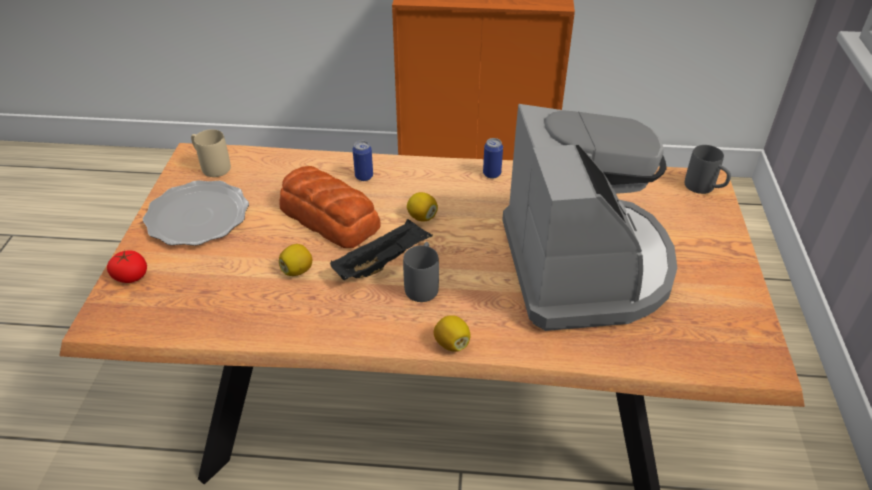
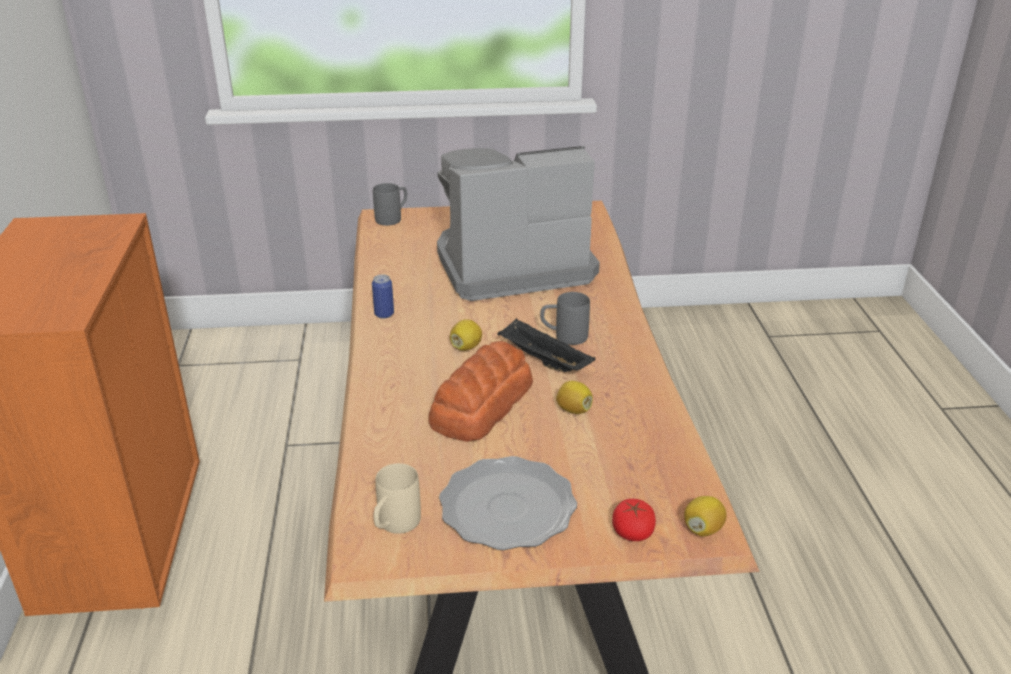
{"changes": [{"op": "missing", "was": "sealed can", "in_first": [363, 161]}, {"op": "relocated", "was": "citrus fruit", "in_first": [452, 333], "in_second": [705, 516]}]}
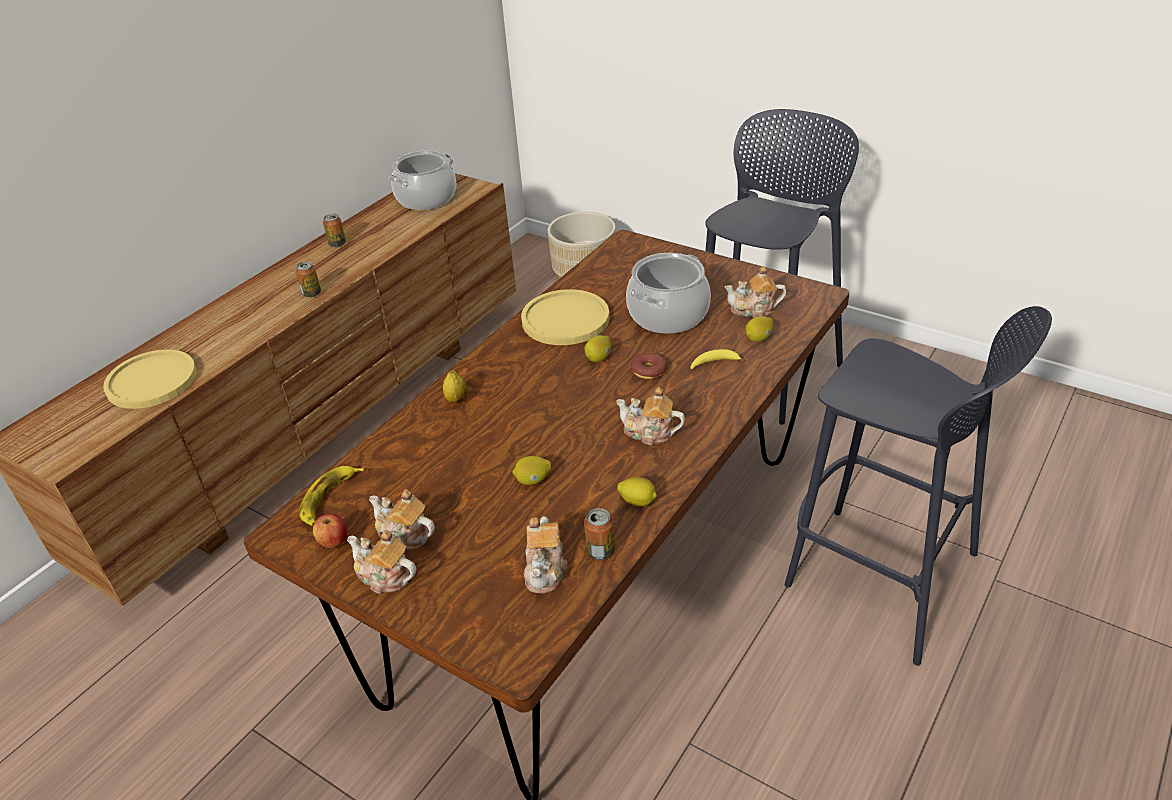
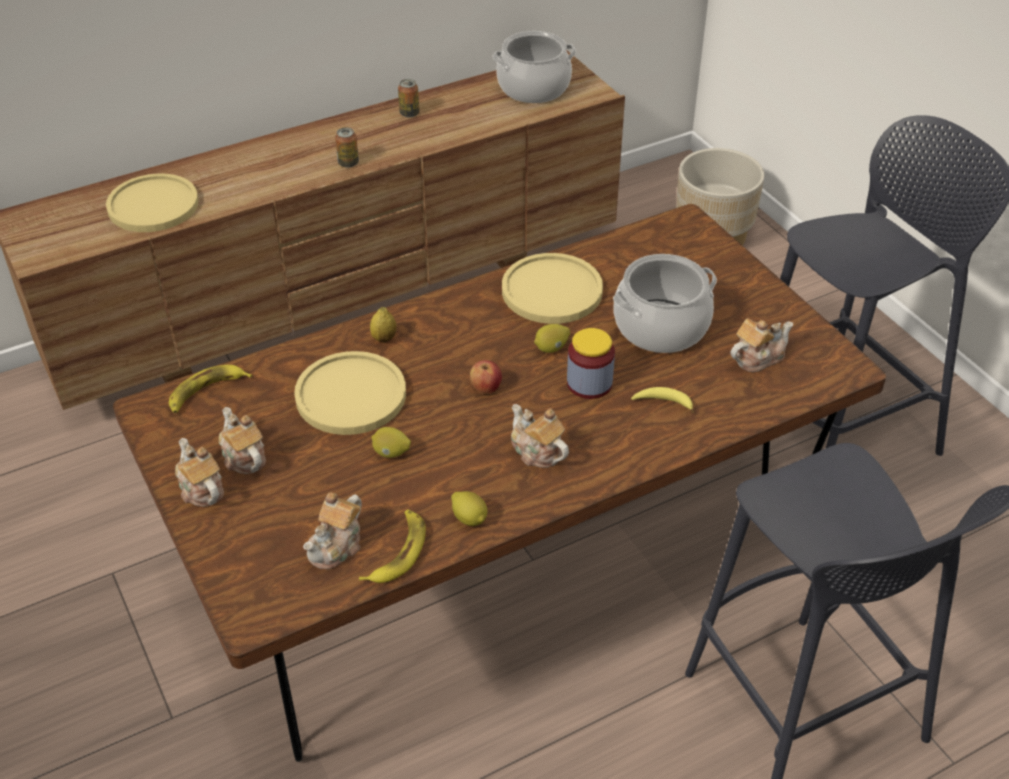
{"changes": [{"op": "relocated", "was": "apple fruit", "in_first": [330, 530], "in_second": [486, 376]}, {"op": "exchanged", "was": "sealed can", "now": "whole banana", "in_first": [599, 534], "in_second": [392, 546]}, {"op": "exchanged", "was": "doughnut", "now": "preserve jar", "in_first": [649, 366], "in_second": [591, 363]}, {"op": "spun", "was": "tea pot", "in_first": [755, 292], "in_second": [761, 345], "clockwise": 120}, {"op": "missing", "was": "citrus fruit", "in_first": [759, 329]}, {"op": "appeared", "now": "flat dish/yellowish", "in_second": [350, 393]}]}
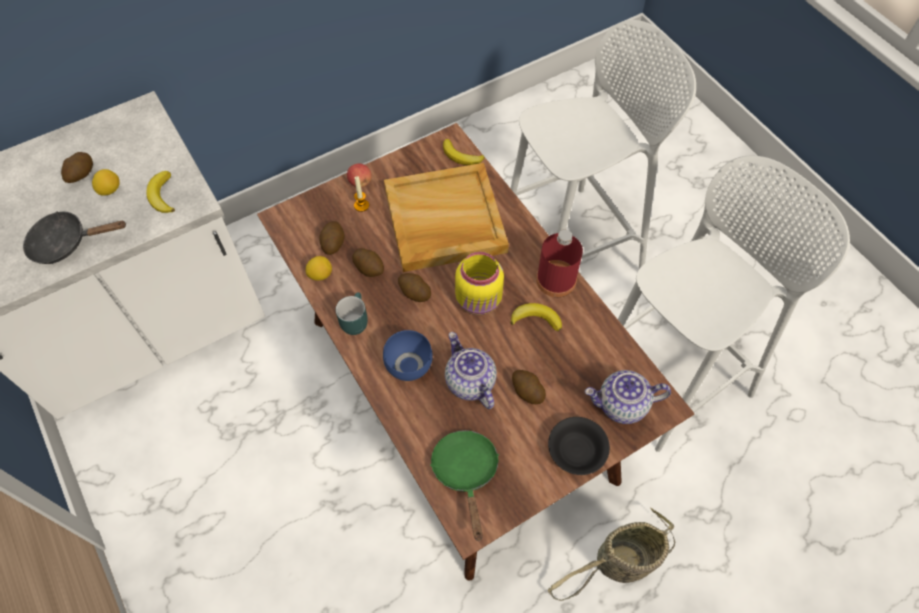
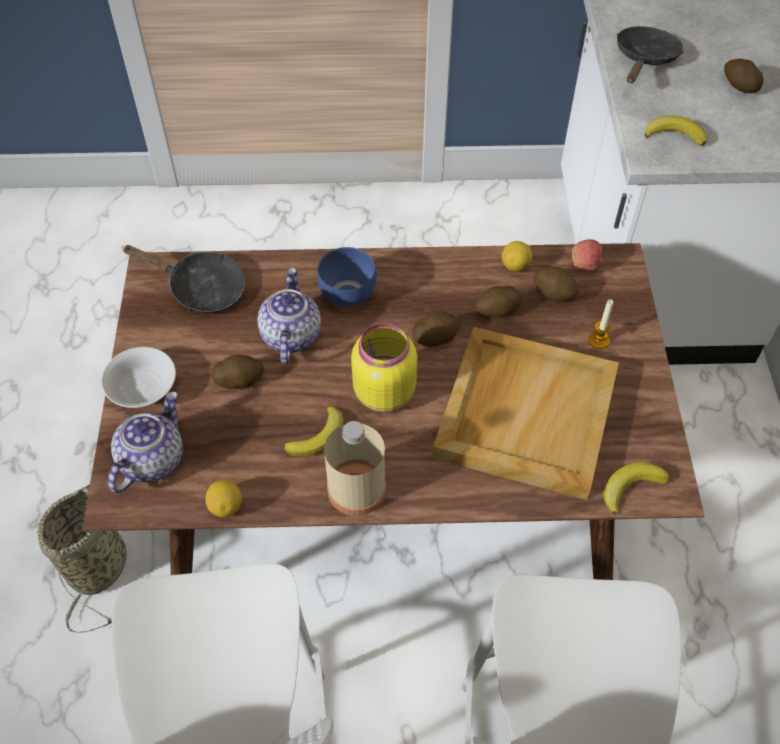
{"changes": [{"op": "relocated", "was": "citrus fruit", "in_first": [106, 182], "in_second": [223, 498]}, {"op": "missing", "was": "coffee mug/turquoise", "in_first": [352, 313]}, {"op": "relocated", "was": "apple fruit", "in_first": [359, 175], "in_second": [587, 255]}, {"op": "colour", "was": "frying pan/greenish", "now": "frying pan/black-coloured", "in_first": [464, 485], "in_second": [183, 279]}, {"op": "spun", "was": "tea pot", "in_first": [471, 370], "in_second": [289, 316], "clockwise": -90}, {"op": "colour", "was": "beverage bottle/red-coloured", "now": "beverage bottle/beige", "in_first": [559, 263], "in_second": [355, 468]}, {"op": "colour", "was": "serving bowl/black-coloured", "now": "serving bowl/whitish", "in_first": [579, 446], "in_second": [138, 377]}]}
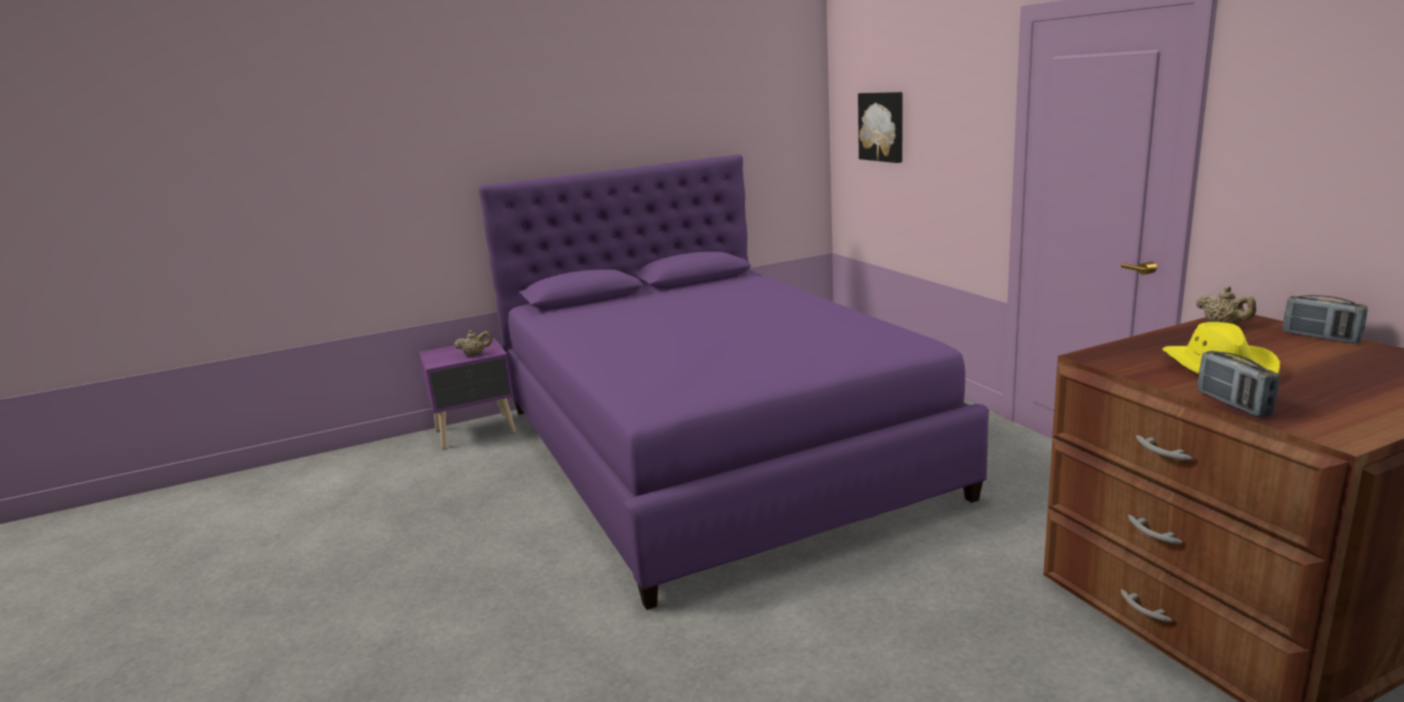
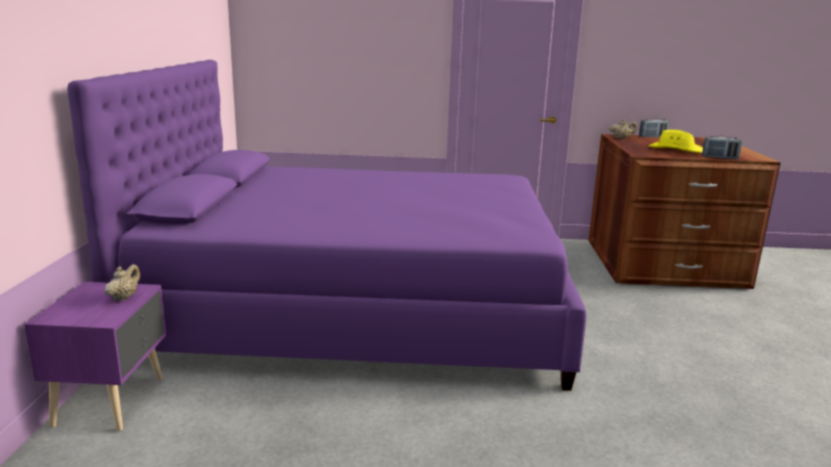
{"changes": [{"op": "missing", "was": "wall art", "in_first": [880, 127]}]}
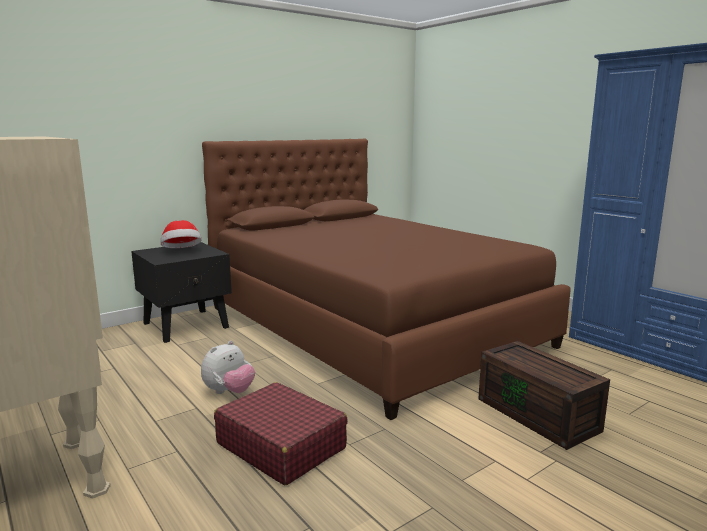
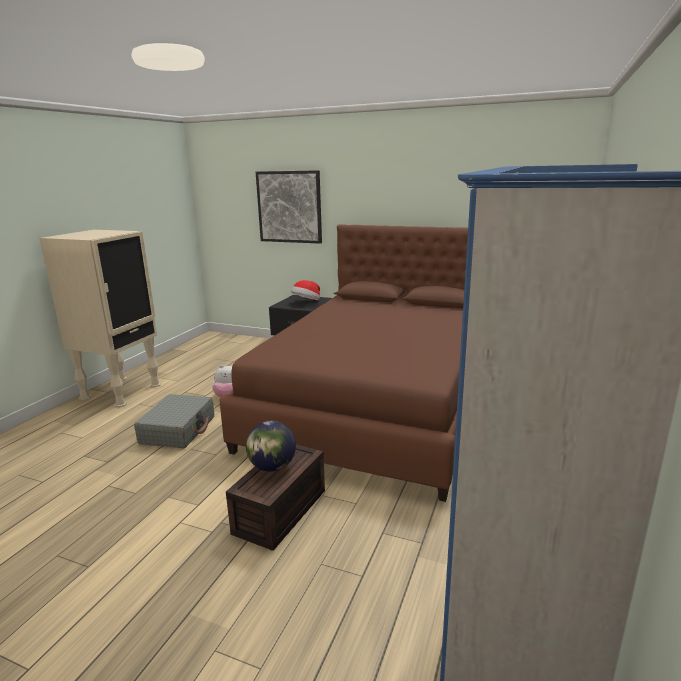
{"changes": [{"op": "colour", "was": "piece of luggage/red-coloured", "now": "piece of luggage/gray", "in_first": [281, 433], "in_second": [174, 421]}, {"op": "appeared", "now": "desk globe", "in_second": [271, 446]}, {"op": "appeared", "now": "wall art", "in_second": [289, 207]}]}
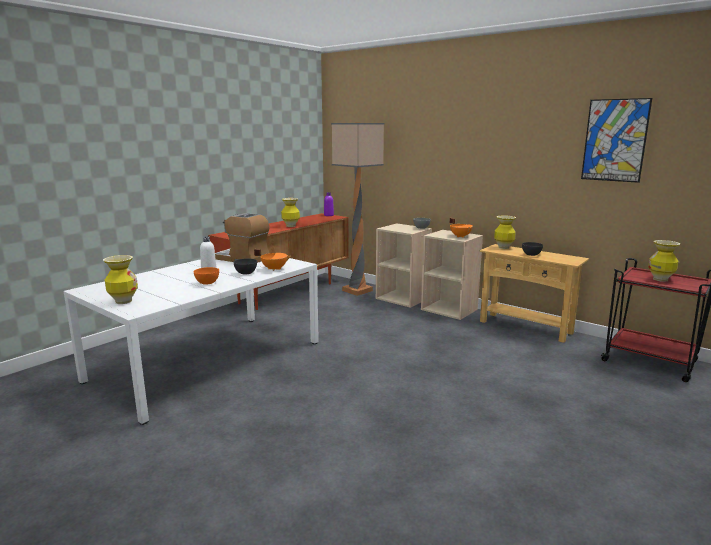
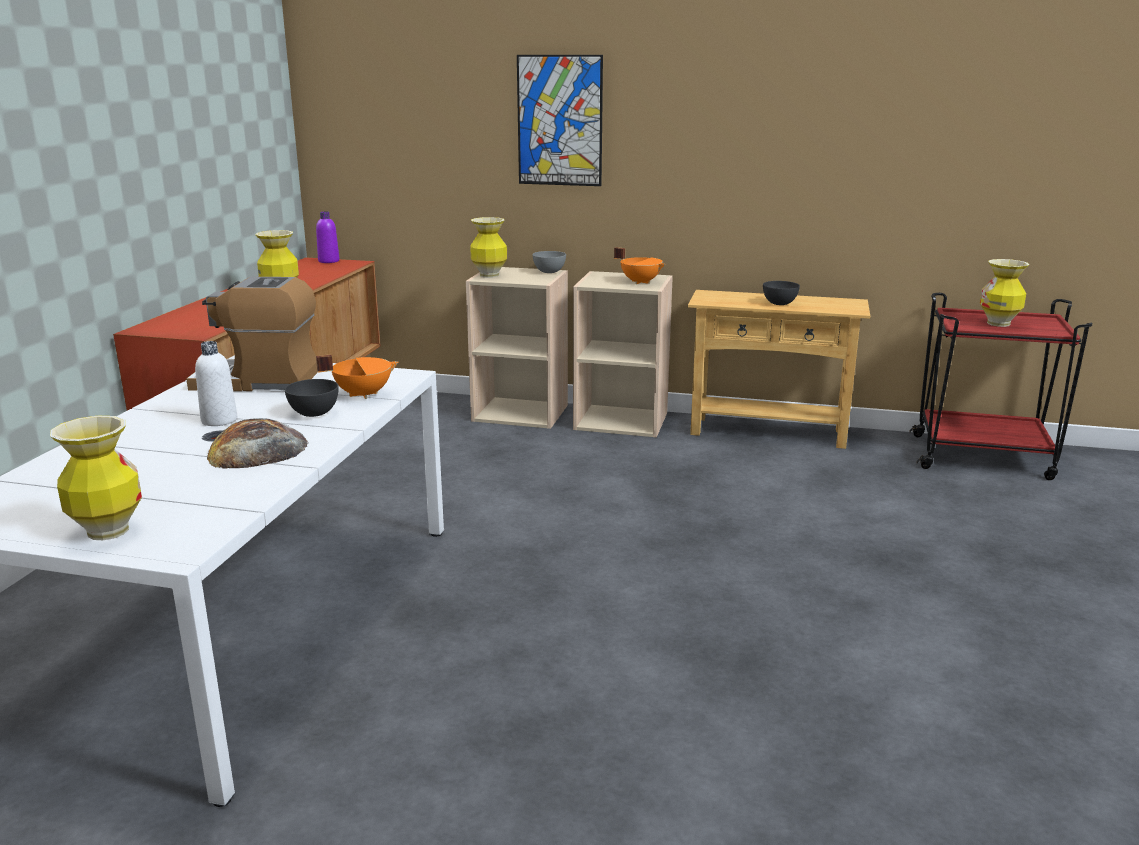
{"changes": [{"op": "exchanged", "was": "serving bowl/orangey", "now": "baked bread", "in_first": [206, 276], "in_second": [258, 443]}, {"op": "missing", "was": "floor lamp", "in_first": [357, 209]}, {"op": "relocated", "was": "flower vase", "in_first": [505, 232], "in_second": [488, 247]}, {"op": "relocated", "was": "wall art", "in_first": [616, 140], "in_second": [560, 120]}]}
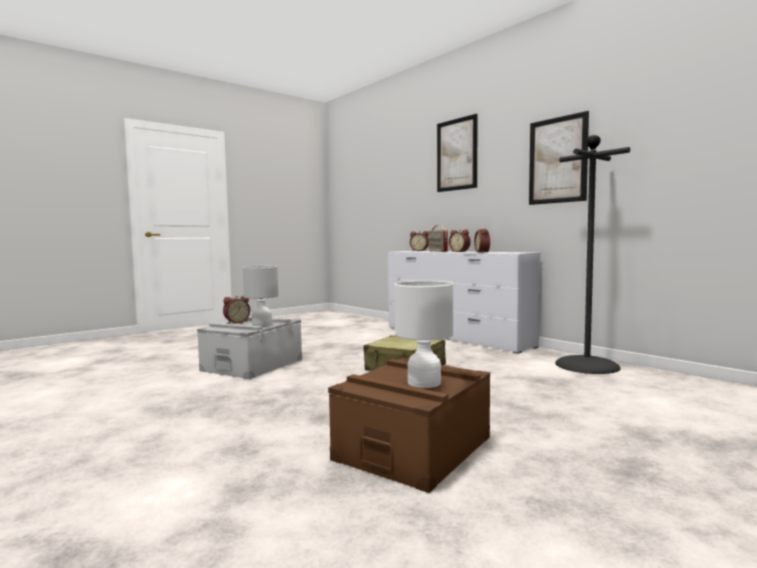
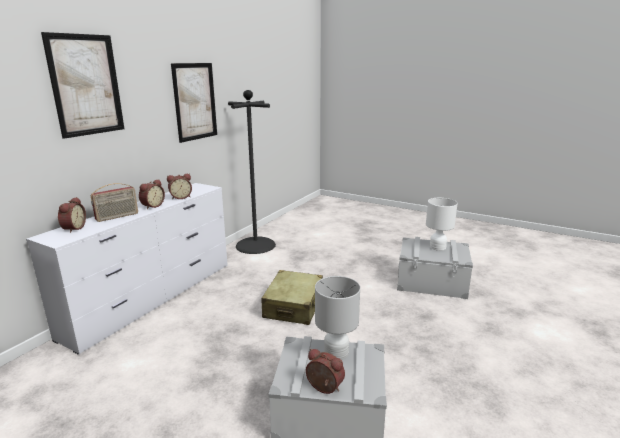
{"changes": [{"op": "colour", "was": "storage box/brown", "now": "storage box/gray", "in_first": [409, 425], "in_second": [435, 268]}]}
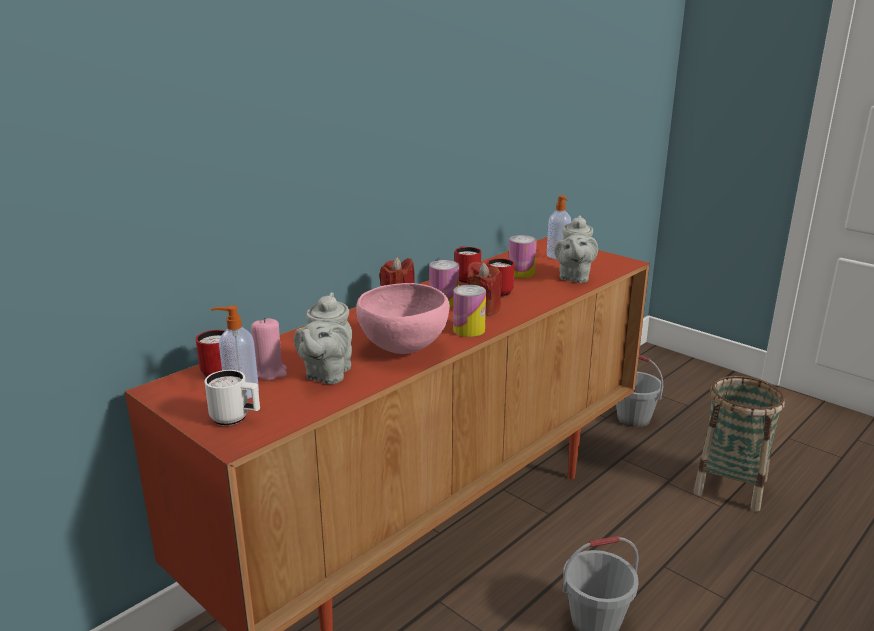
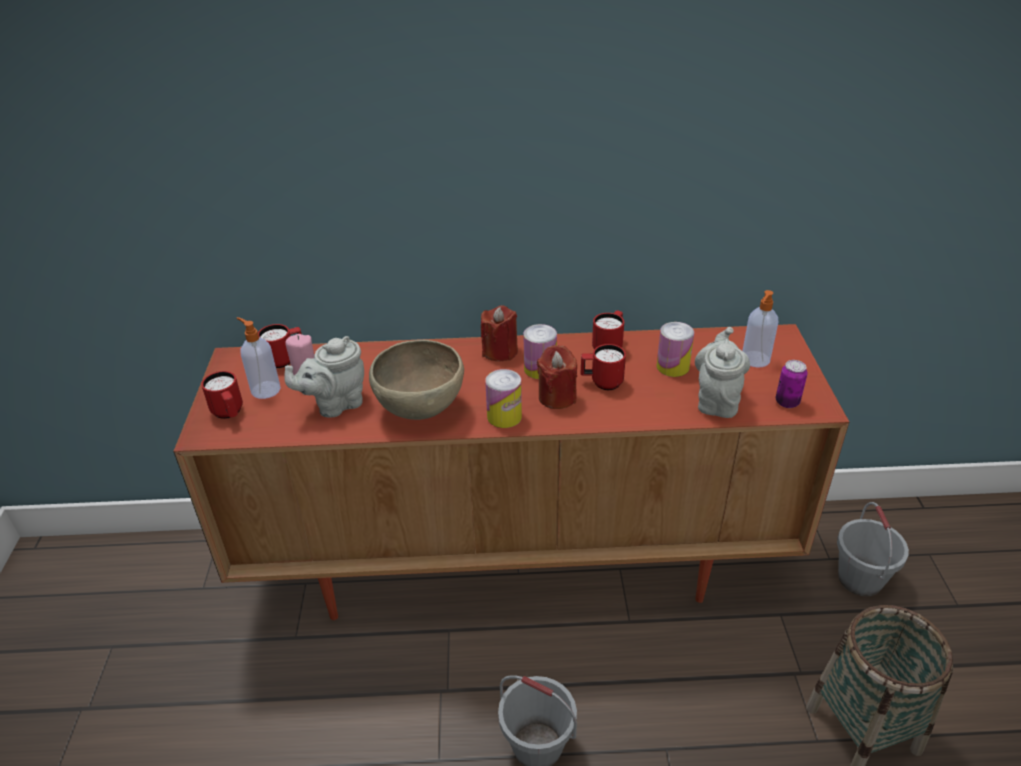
{"changes": [{"op": "colour", "was": "coffee mug/whitish", "now": "coffee mug/red-coloured", "in_first": [232, 398], "in_second": [222, 395]}, {"op": "colour", "was": "serving bowl/pink", "now": "serving bowl/brown", "in_first": [403, 318], "in_second": [416, 380]}, {"op": "spun", "was": "tea pot/gray", "in_first": [576, 249], "in_second": [722, 372], "clockwise": 135}, {"op": "appeared", "now": "sealed can", "in_second": [792, 384]}]}
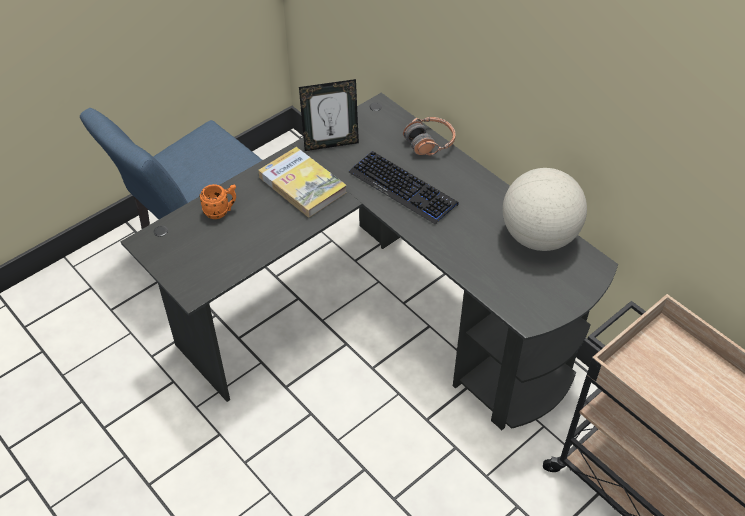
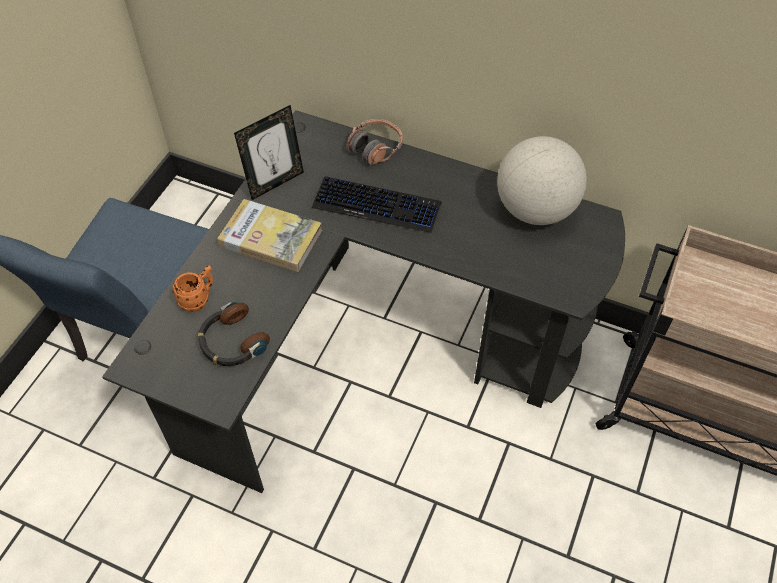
{"changes": [{"op": "appeared", "now": "pair of headphones", "in_second": [234, 334]}]}
